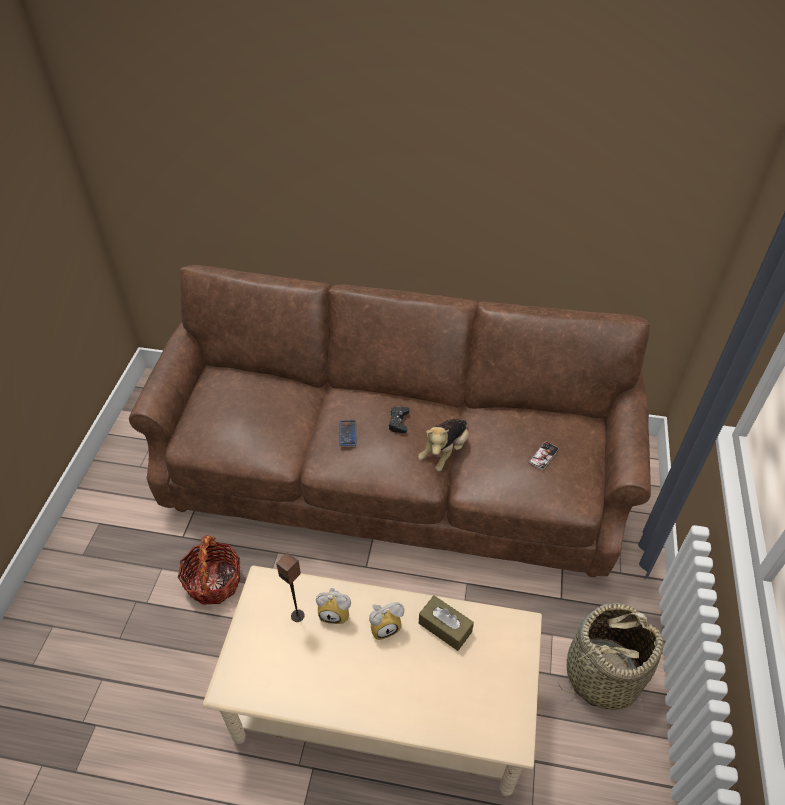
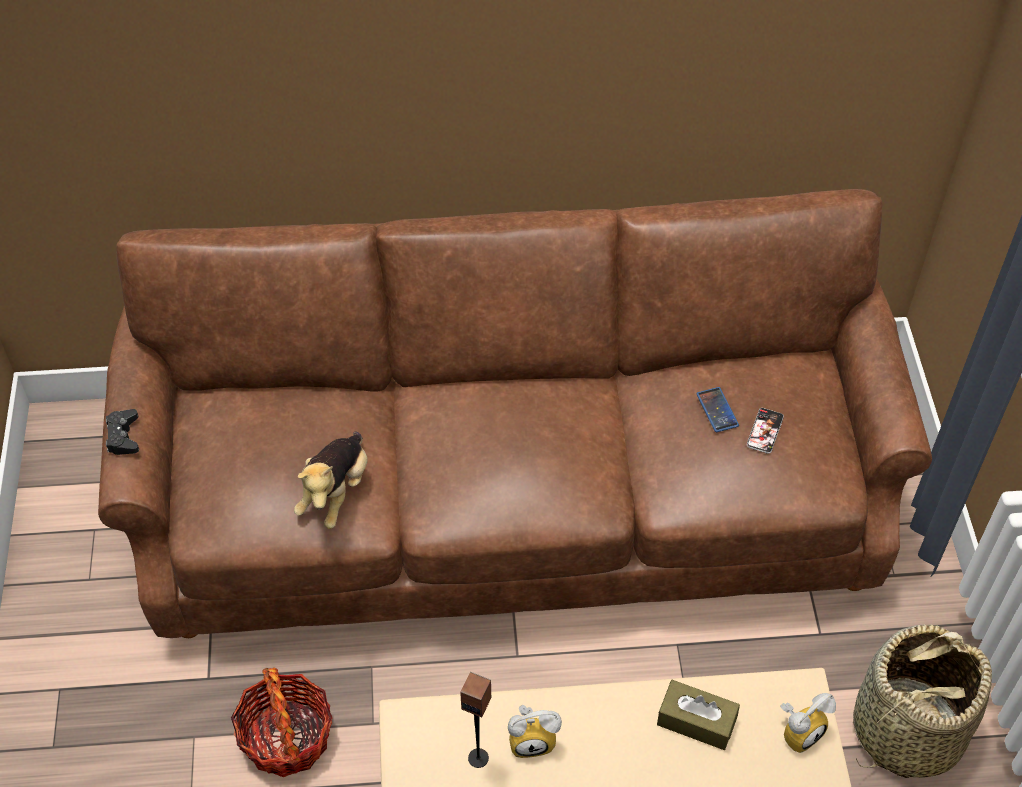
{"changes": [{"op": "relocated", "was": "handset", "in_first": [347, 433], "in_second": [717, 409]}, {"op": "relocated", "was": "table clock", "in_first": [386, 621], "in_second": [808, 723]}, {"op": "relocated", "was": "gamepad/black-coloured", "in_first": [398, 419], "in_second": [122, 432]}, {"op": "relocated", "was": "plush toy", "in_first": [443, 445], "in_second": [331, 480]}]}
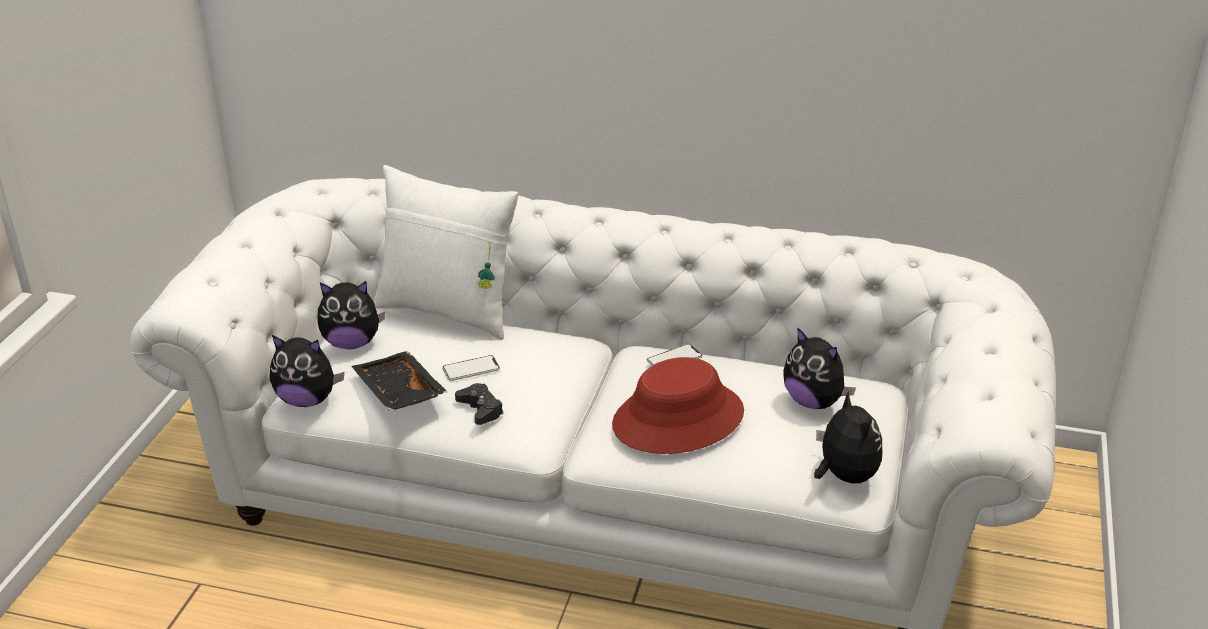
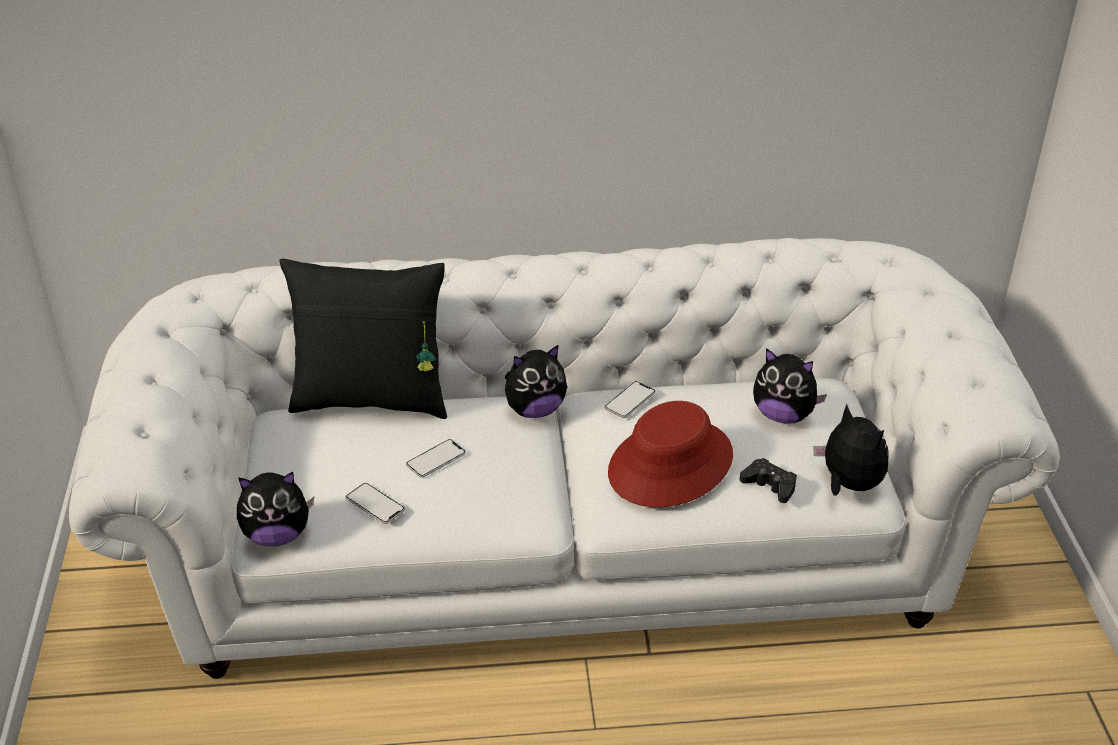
{"changes": [{"op": "relocated", "was": "plush toy", "in_first": [351, 315], "in_second": [536, 381]}, {"op": "exchanged", "was": "serving tray/black-coloured", "now": "handset", "in_first": [399, 380], "in_second": [375, 503]}, {"op": "colour", "was": "pillow/whitish", "now": "pillow/black-coloured", "in_first": [446, 252], "in_second": [363, 339]}, {"op": "relocated", "was": "gamepad/black-coloured", "in_first": [479, 404], "in_second": [768, 480]}]}
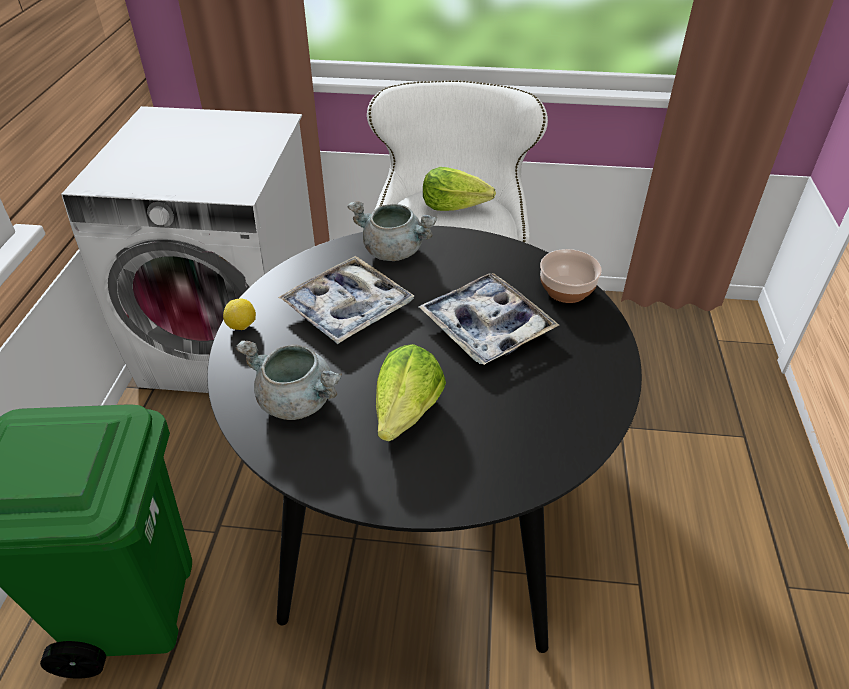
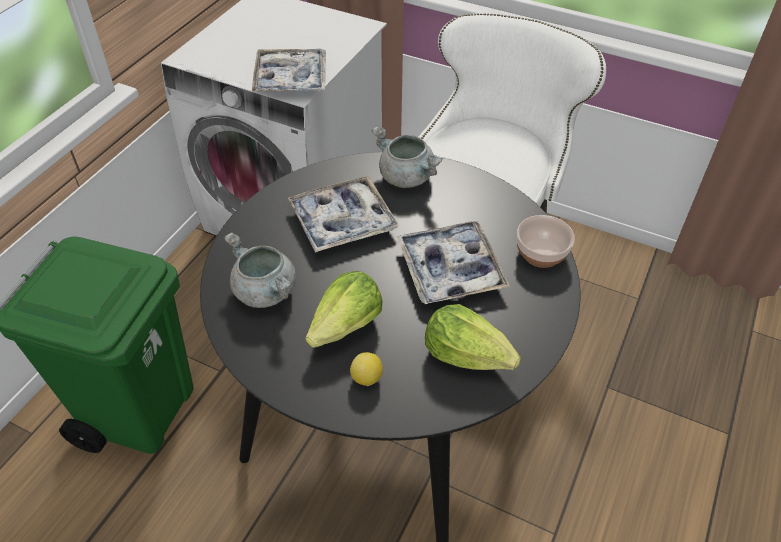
{"changes": [{"op": "relocated", "was": "citrus fruit", "in_first": [239, 314], "in_second": [366, 369]}, {"op": "relocated", "was": "lettuce", "in_first": [459, 189], "in_second": [473, 337]}, {"op": "appeared", "now": "serving tray", "in_second": [289, 70]}]}
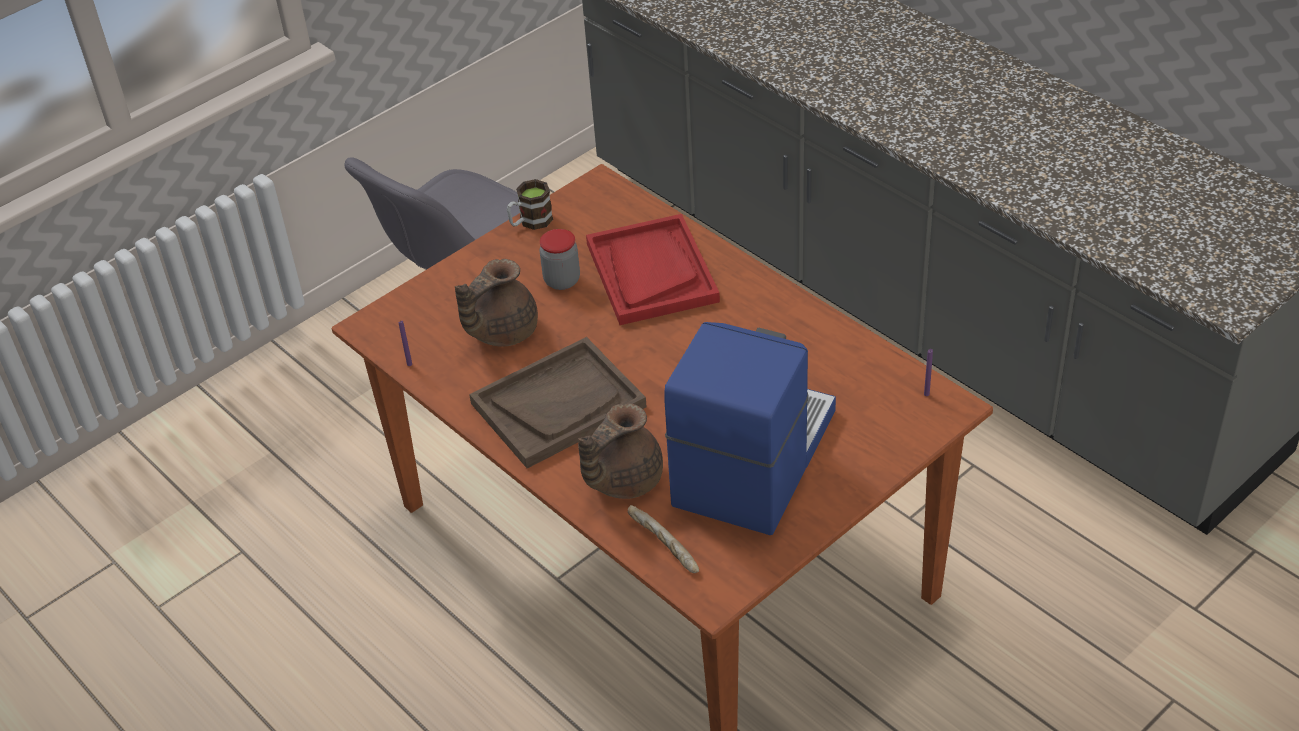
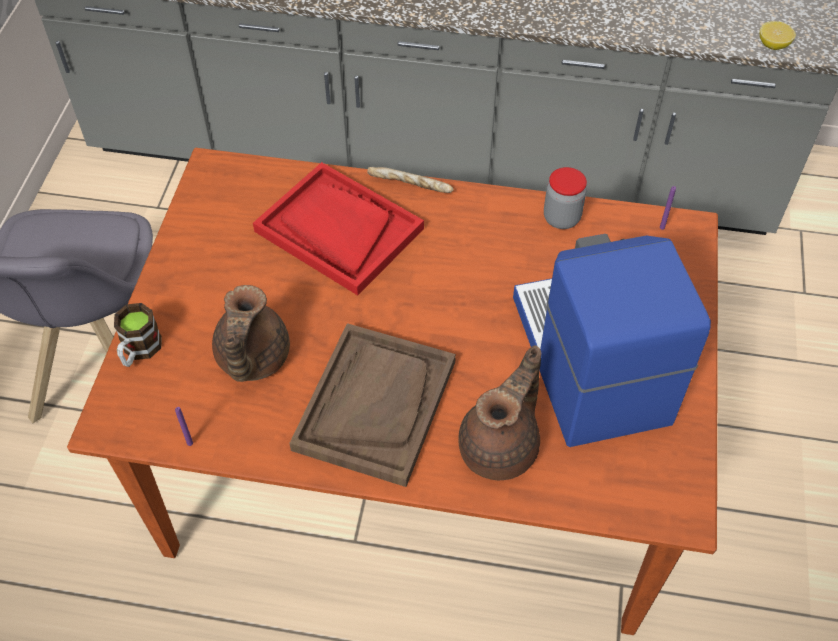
{"changes": [{"op": "relocated", "was": "coffee mug", "in_first": [530, 204], "in_second": [137, 335]}, {"op": "relocated", "was": "preserve jar", "in_first": [559, 259], "in_second": [565, 198]}, {"op": "spun", "was": "tea pot/brown", "in_first": [620, 451], "in_second": [499, 412], "clockwise": -150}, {"op": "relocated", "was": "baked bread", "in_first": [663, 539], "in_second": [410, 180]}, {"op": "appeared", "now": "citrus fruit", "in_second": [778, 35]}]}
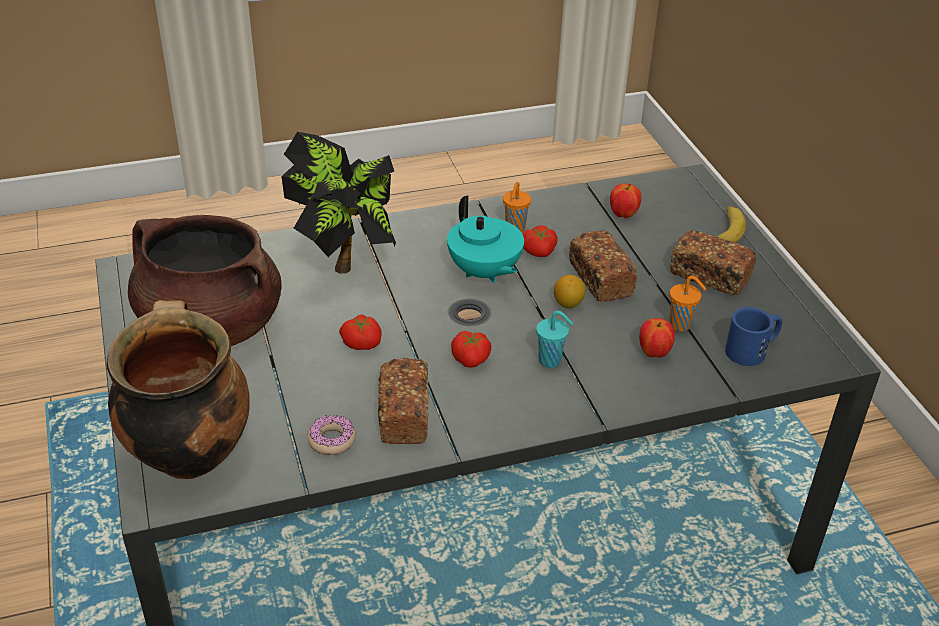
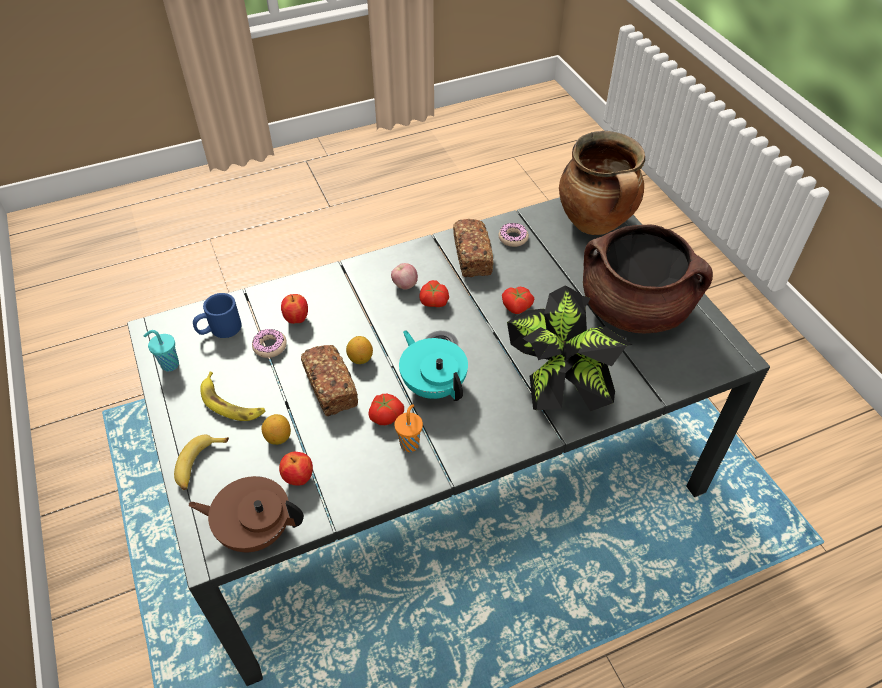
{"changes": [{"op": "relocated", "was": "small cup/turquoise", "in_first": [554, 339], "in_second": [161, 351]}, {"op": "exchanged", "was": "small cup/orangey", "now": "doughnut", "in_first": [687, 304], "in_second": [269, 343]}, {"op": "exchanged", "was": "baked bread", "now": "whole banana", "in_first": [713, 262], "in_second": [233, 396]}, {"op": "appeared", "now": "tea pot/brown", "in_second": [246, 514]}, {"op": "appeared", "now": "citrus fruit", "in_second": [276, 429]}, {"op": "appeared", "now": "apple fruit", "in_second": [404, 276]}]}
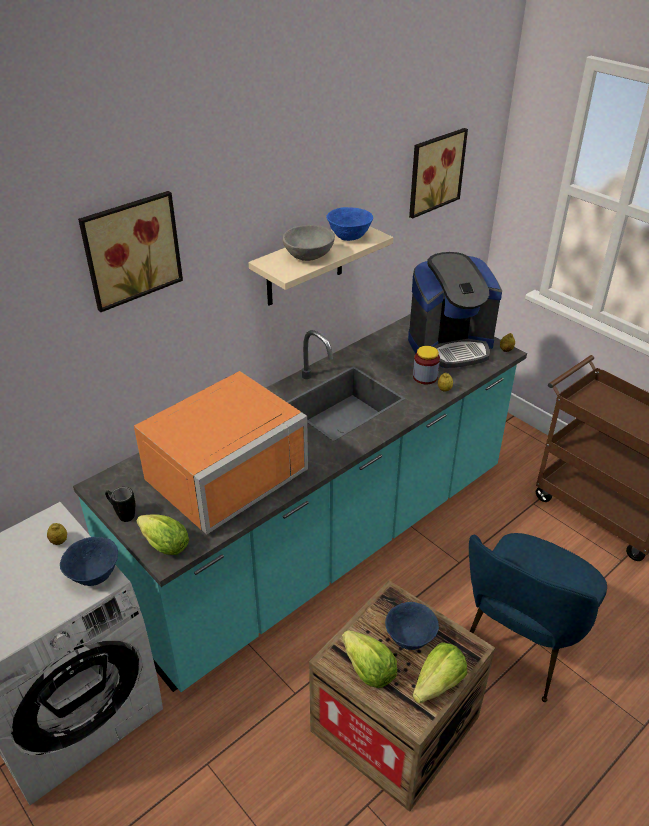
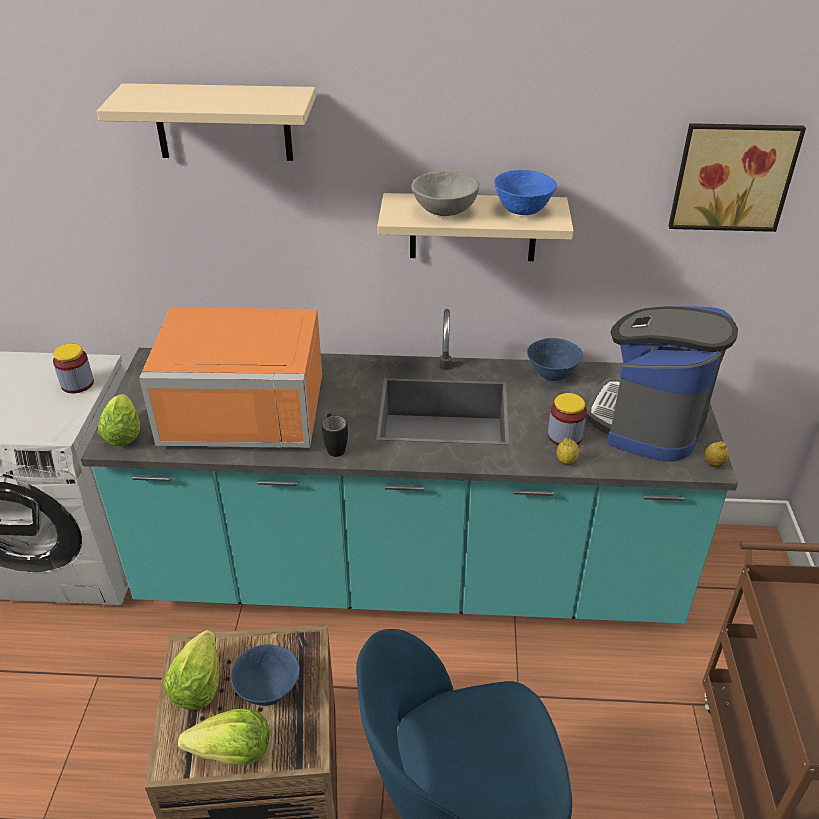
{"changes": [{"op": "exchanged", "was": "citrus fruit", "now": "preserve jar", "in_first": [57, 534], "in_second": [73, 368]}, {"op": "relocated", "was": "serving bowl/blue", "in_first": [89, 561], "in_second": [555, 359]}, {"op": "exchanged", "was": "wall art", "now": "wall shelf/beige", "in_first": [130, 251], "in_second": [206, 122]}, {"op": "relocated", "was": "coffee mug/black-coloured", "in_first": [120, 504], "in_second": [335, 435]}, {"op": "spun", "was": "coffee brewer", "in_first": [455, 310], "in_second": [662, 383], "clockwise": 90}]}
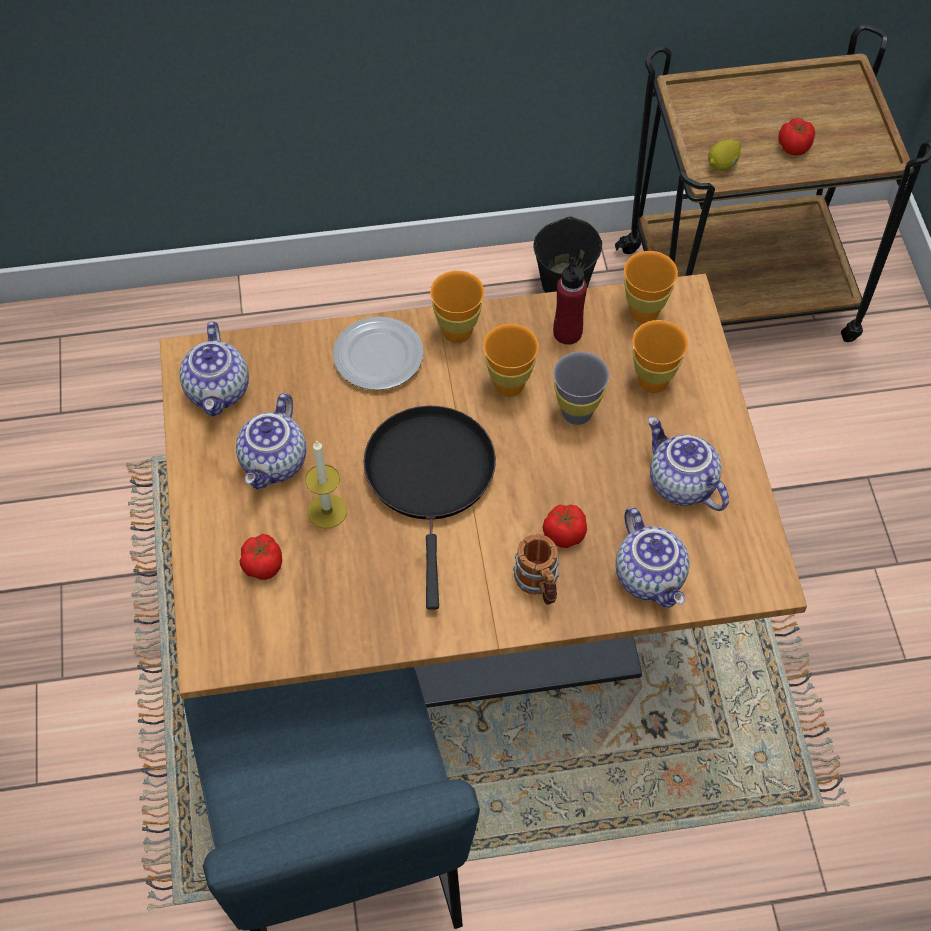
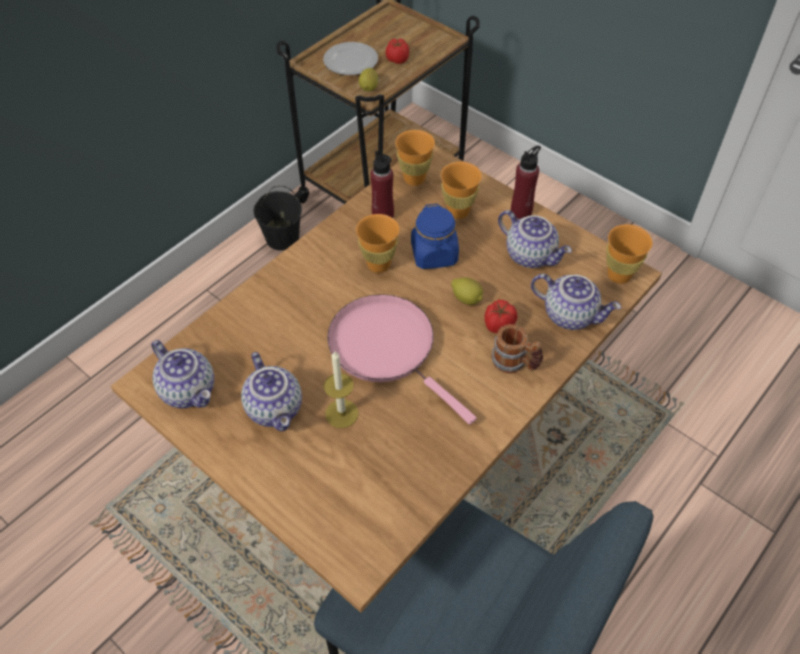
{"changes": [{"op": "missing", "was": "tomato", "in_first": [261, 557]}, {"op": "relocated", "was": "flat dish", "in_first": [378, 353], "in_second": [350, 58]}, {"op": "colour", "was": "frying pan/black-coloured", "now": "frying pan/pink", "in_first": [430, 508], "in_second": [402, 359]}, {"op": "relocated", "was": "small cup/orangey", "in_first": [457, 307], "in_second": [630, 254]}, {"op": "exchanged", "was": "small cup/gray", "now": "preserve jar/blue", "in_first": [581, 388], "in_second": [435, 236]}, {"op": "spun", "was": "tea pot", "in_first": [688, 464], "in_second": [535, 239], "clockwise": -150}, {"op": "appeared", "now": "citrus fruit", "in_second": [467, 291]}, {"op": "appeared", "now": "beverage bottle/red-coloured", "in_second": [526, 182]}]}
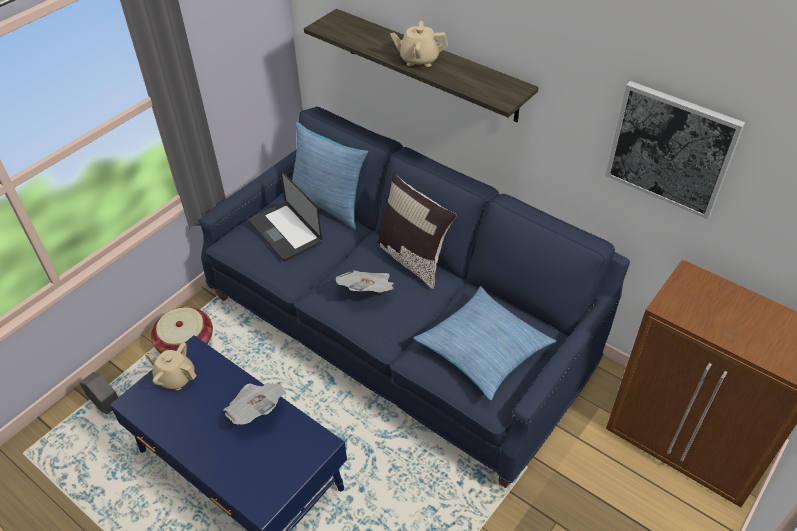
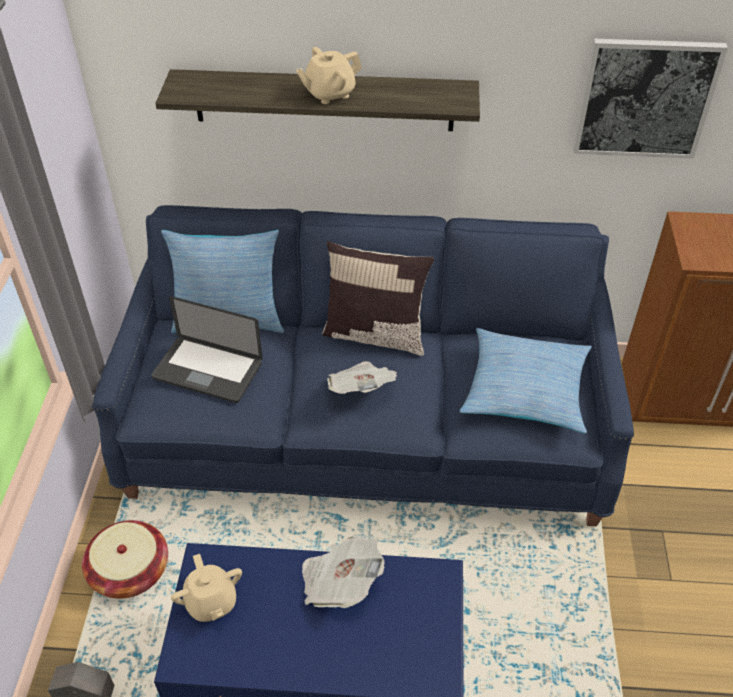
{"changes": [{"op": "spun", "was": "tea pot/beige", "in_first": [171, 366], "in_second": [206, 588], "clockwise": -105}]}
